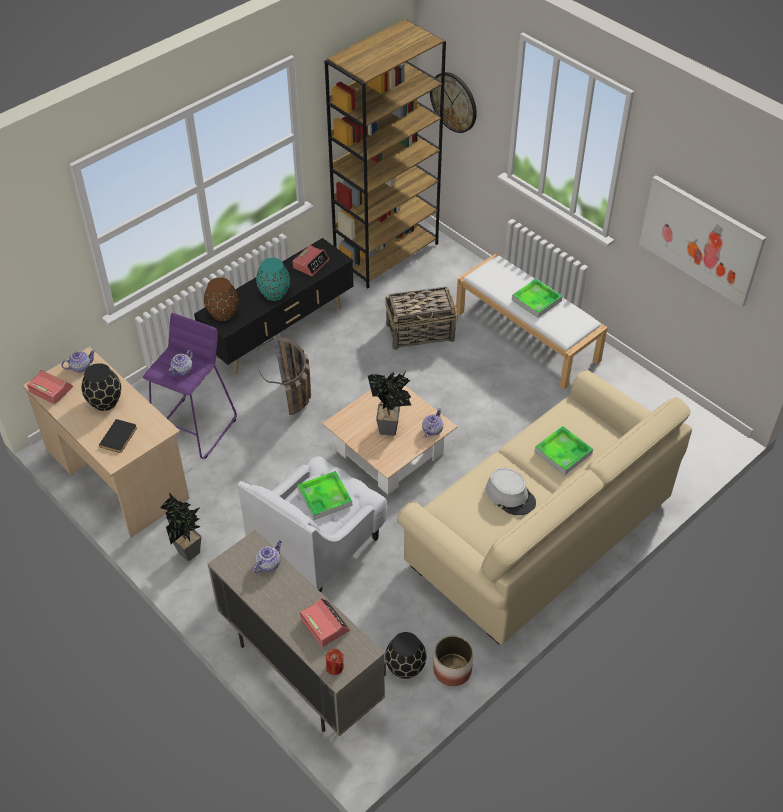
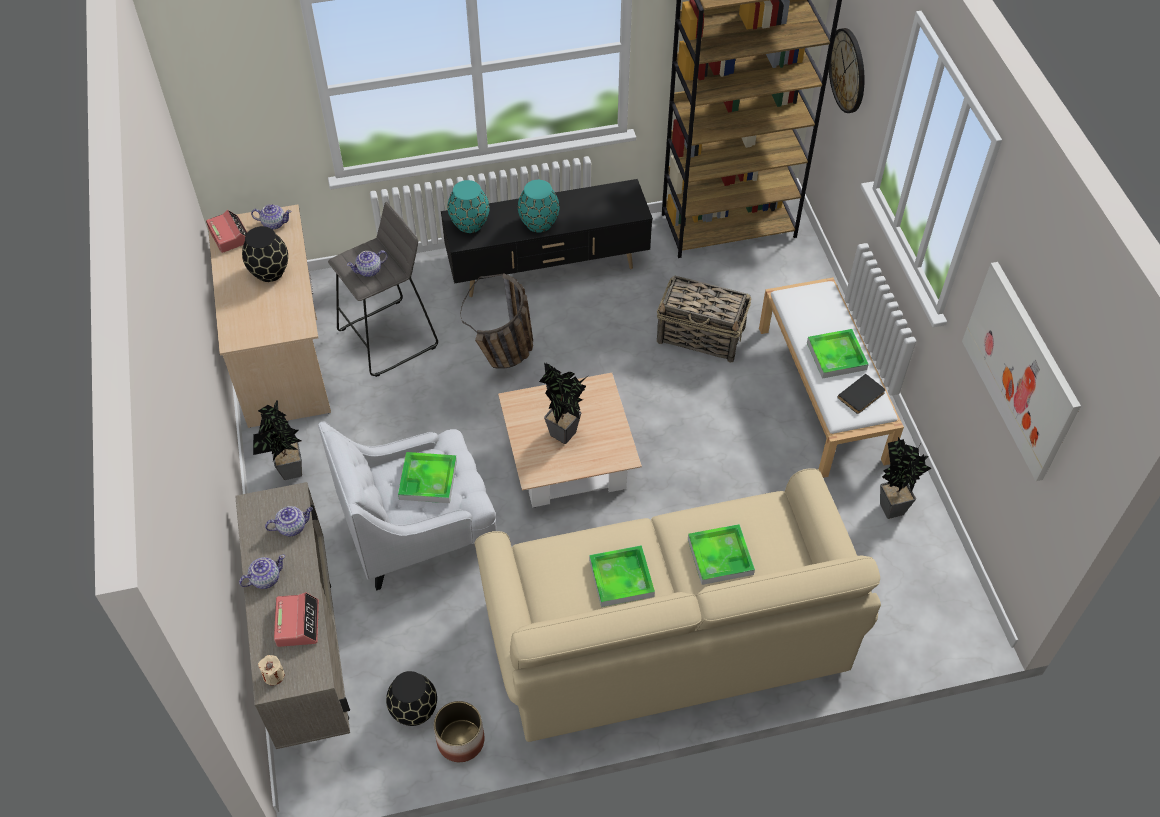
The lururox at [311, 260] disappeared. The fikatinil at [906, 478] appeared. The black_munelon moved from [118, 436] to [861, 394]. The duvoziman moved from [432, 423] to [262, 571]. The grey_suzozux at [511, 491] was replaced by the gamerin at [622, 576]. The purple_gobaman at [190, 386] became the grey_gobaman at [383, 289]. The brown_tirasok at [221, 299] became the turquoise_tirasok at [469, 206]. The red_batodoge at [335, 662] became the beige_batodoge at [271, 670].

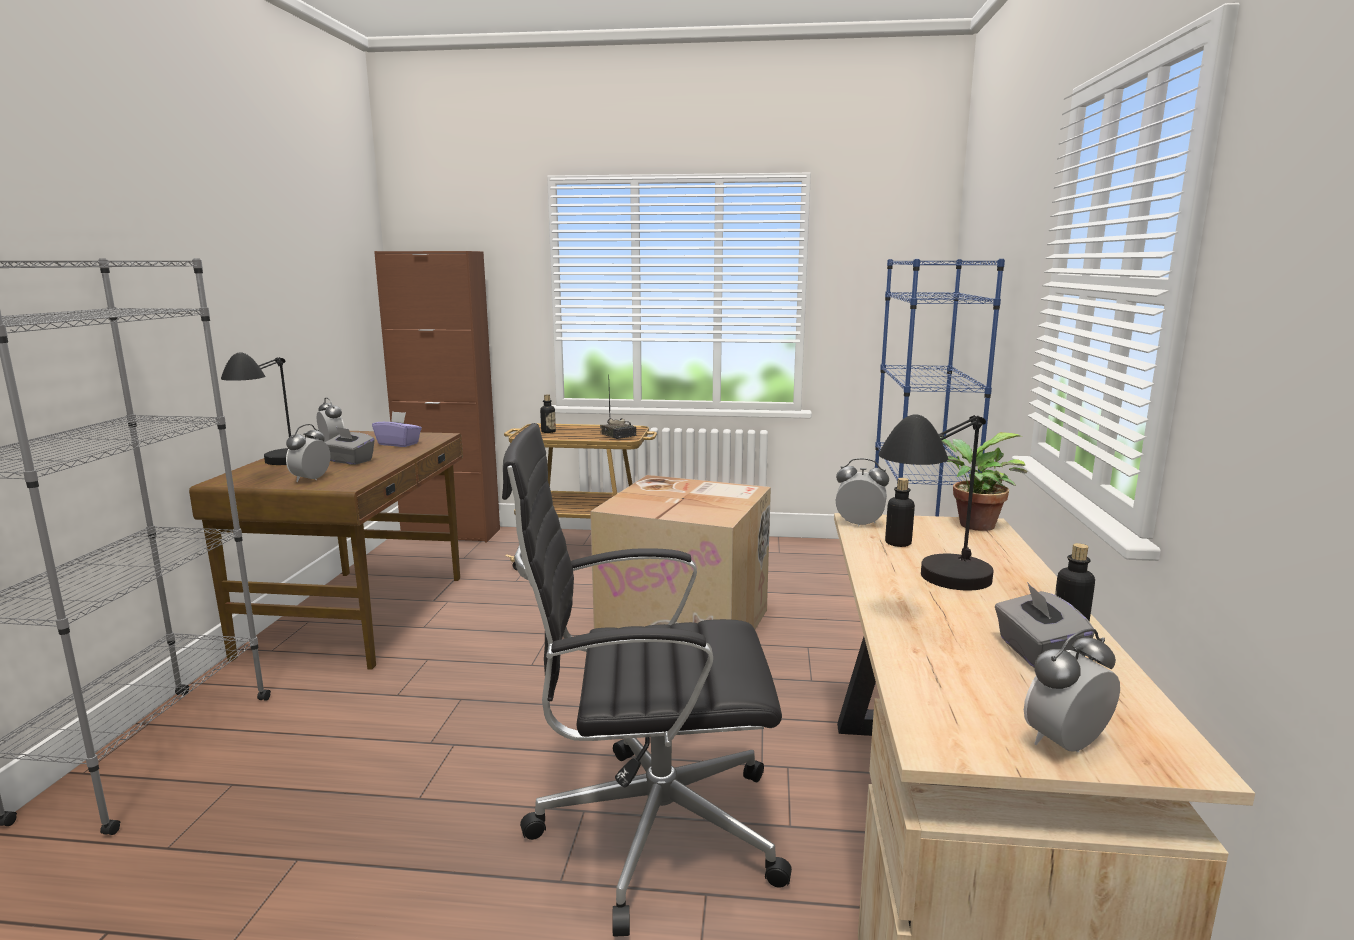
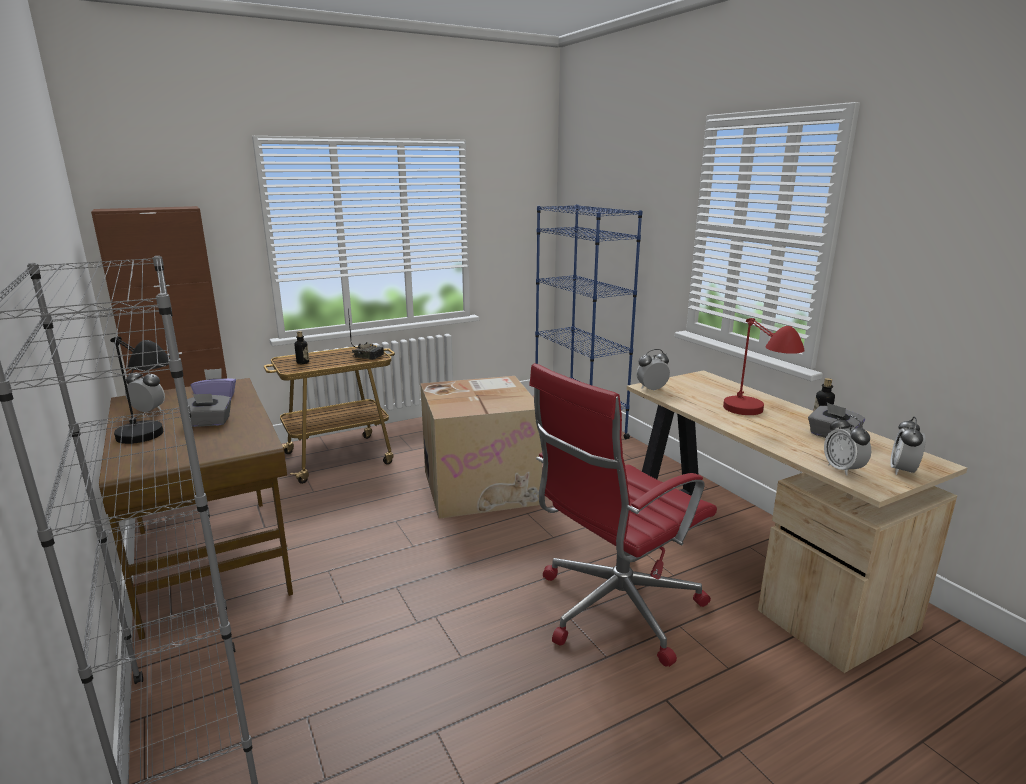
The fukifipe at [900, 512] disappeared. The fikatinil at [984, 481] disappeared. The lururox moved from [308, 453] to [847, 445]. The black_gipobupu at [647, 680] became the red_gipobupu at [623, 515]. The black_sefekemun at [936, 502] became the red_sefekemun at [764, 366].

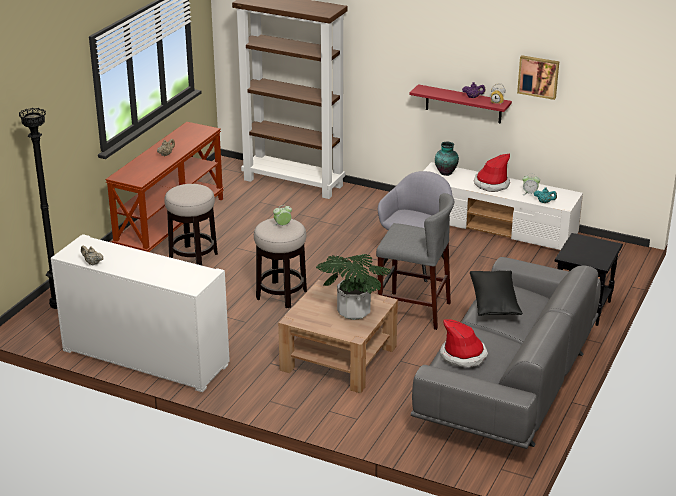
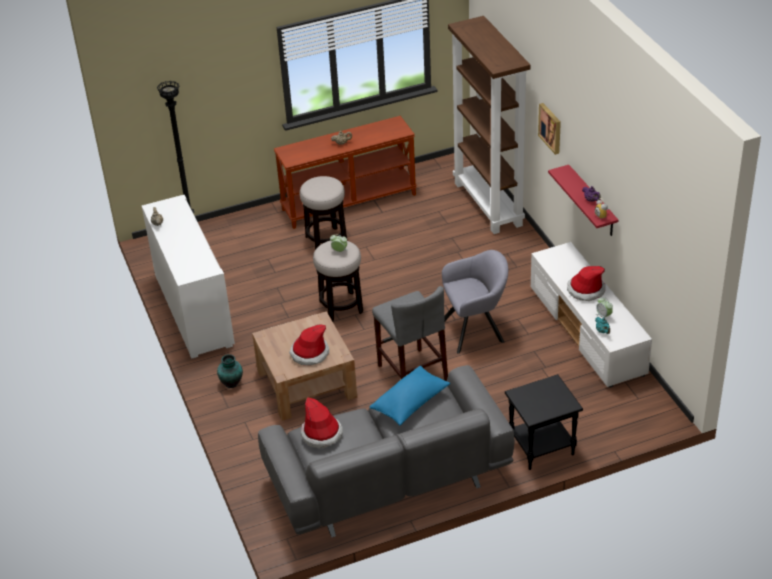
The tirasok moved from [447, 159] to [230, 371]. The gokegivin moved from [538, 77] to [549, 129]. The fikatinil at [353, 287] was replaced by the suzozux at [309, 345]. The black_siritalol at [496, 293] became the blue_siritalol at [409, 396].

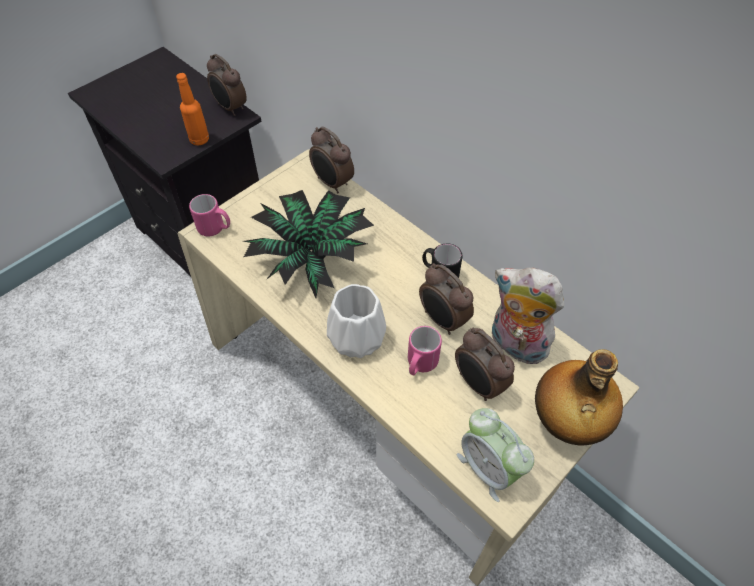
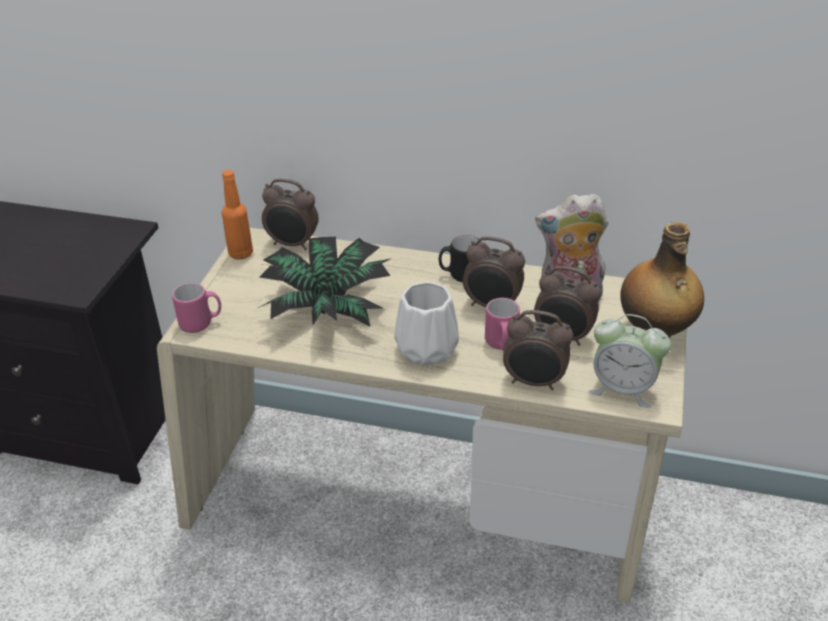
The orange_fukifipe moved from [192, 109] to [237, 215]. The lururox moved from [227, 85] to [538, 350].

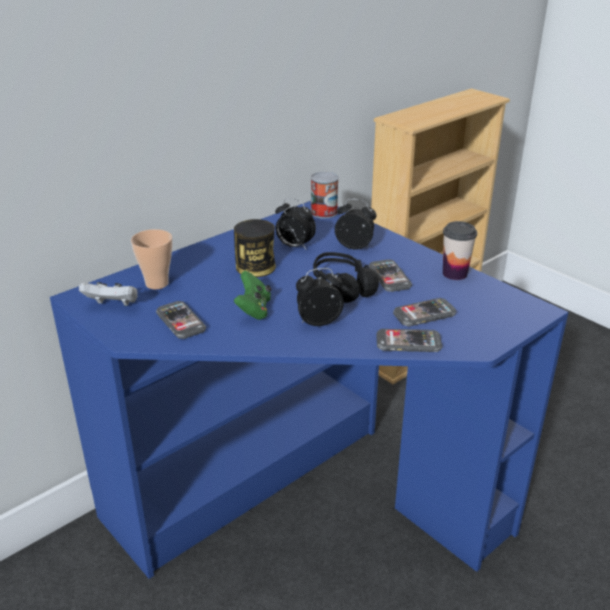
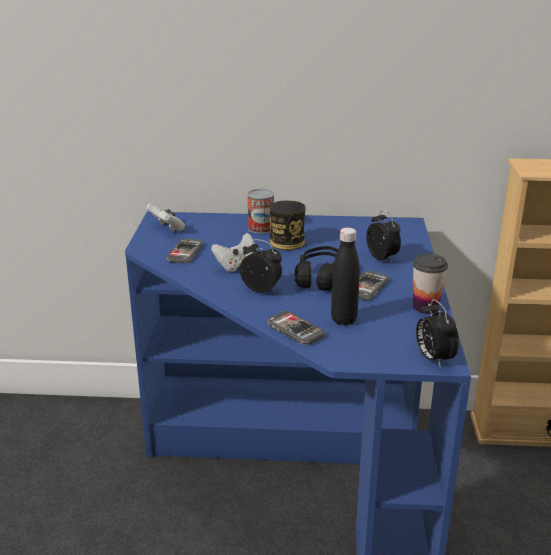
The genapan at [151, 259] disappeared. The lururox moved from [295, 223] to [437, 333]. The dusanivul moved from [325, 195] to [260, 211]. The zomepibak at [424, 312] was replaced by the black_fukifipe at [345, 276]. The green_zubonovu at [252, 295] became the white_zubonovu at [234, 252].

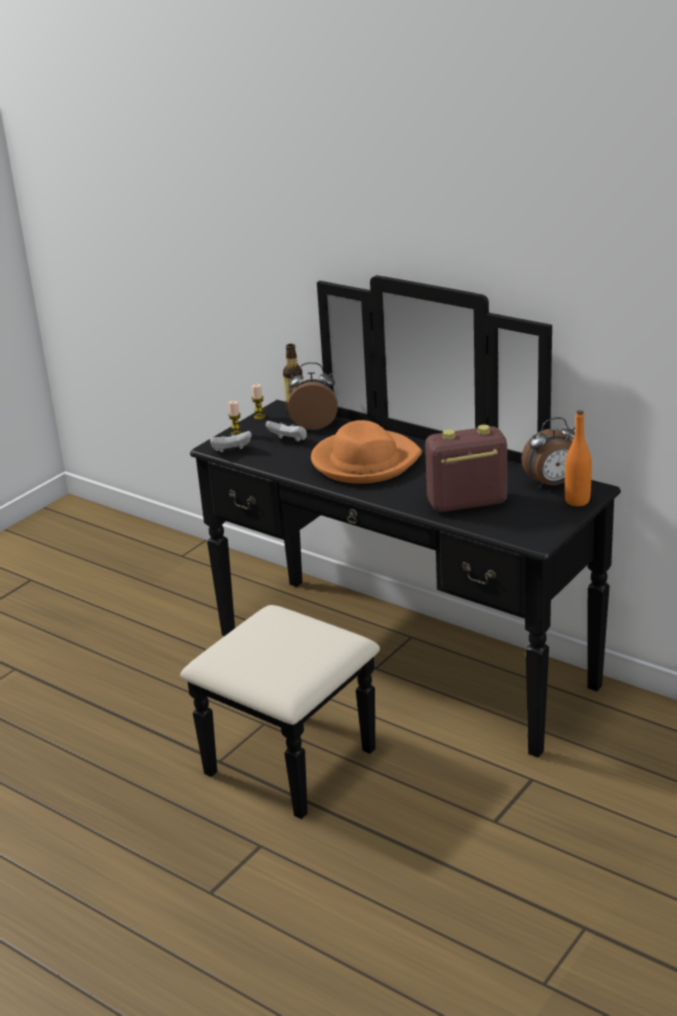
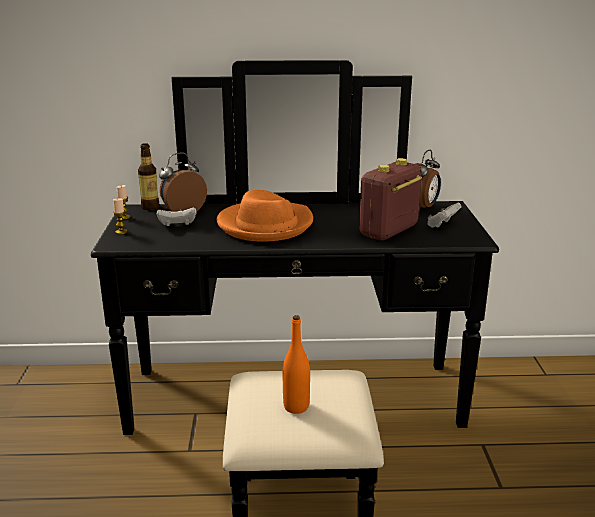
The white_zubonovu moved from [231, 442] to [444, 215]. The orange_fukifipe moved from [578, 458] to [296, 364].

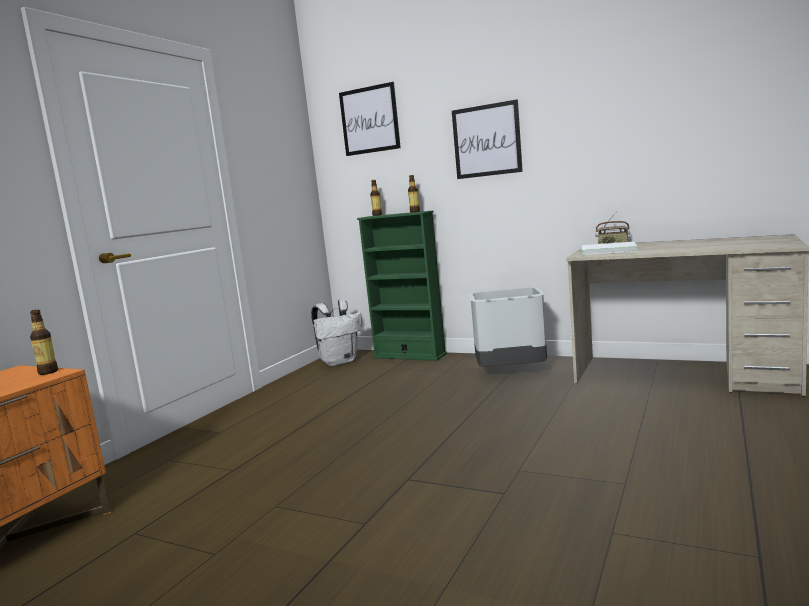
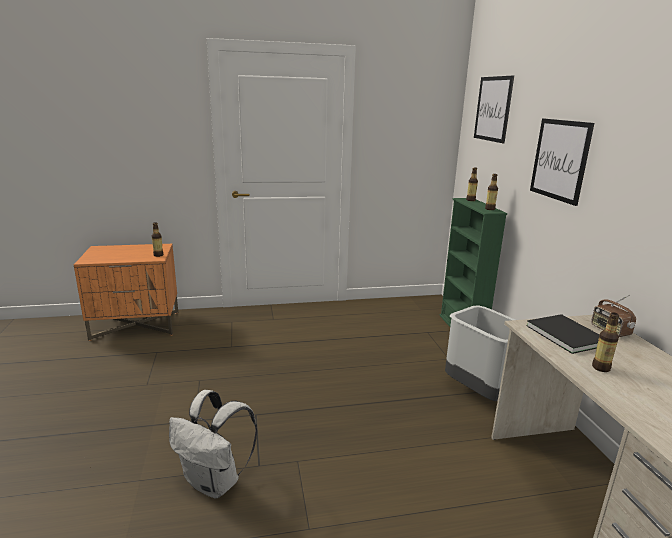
The fukifipe at [606, 342] appeared. The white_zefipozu moved from [336, 333] to [213, 444]. The white_munelon at [609, 248] became the black_munelon at [563, 334].

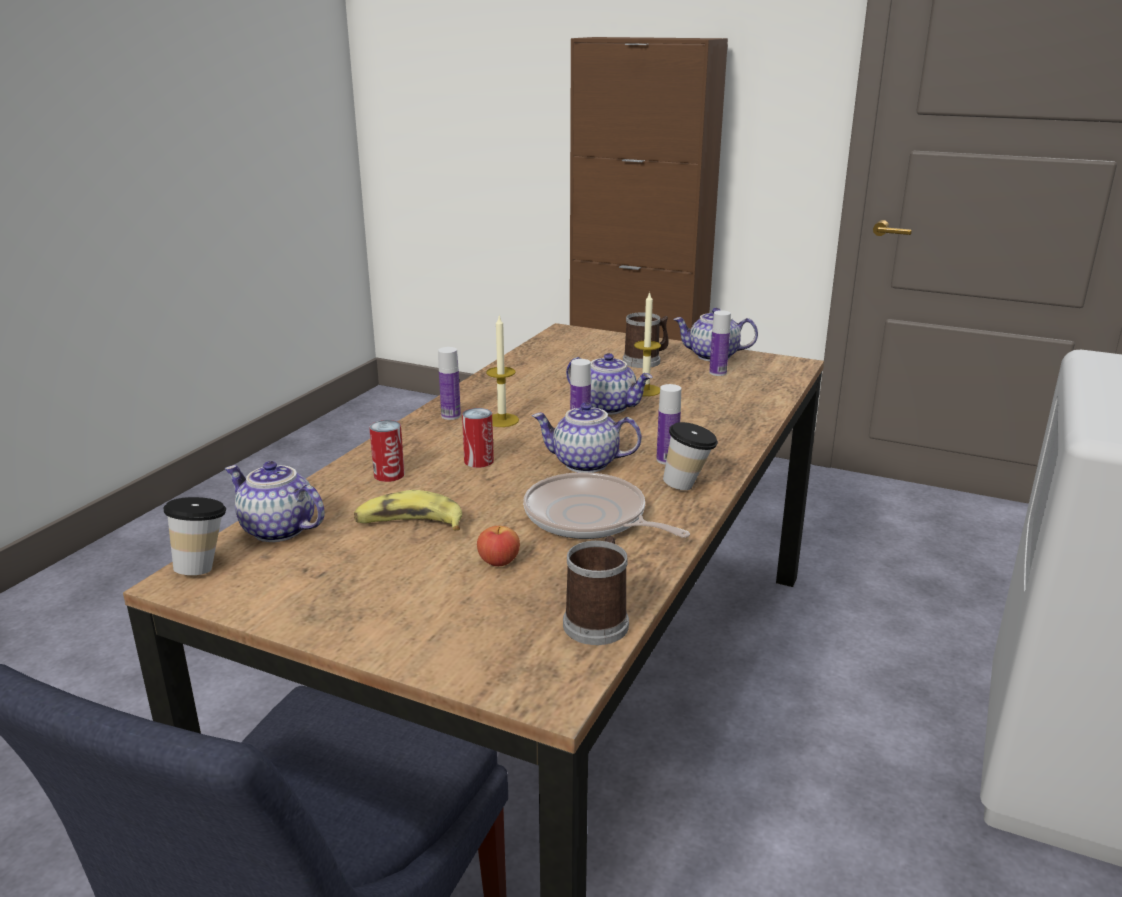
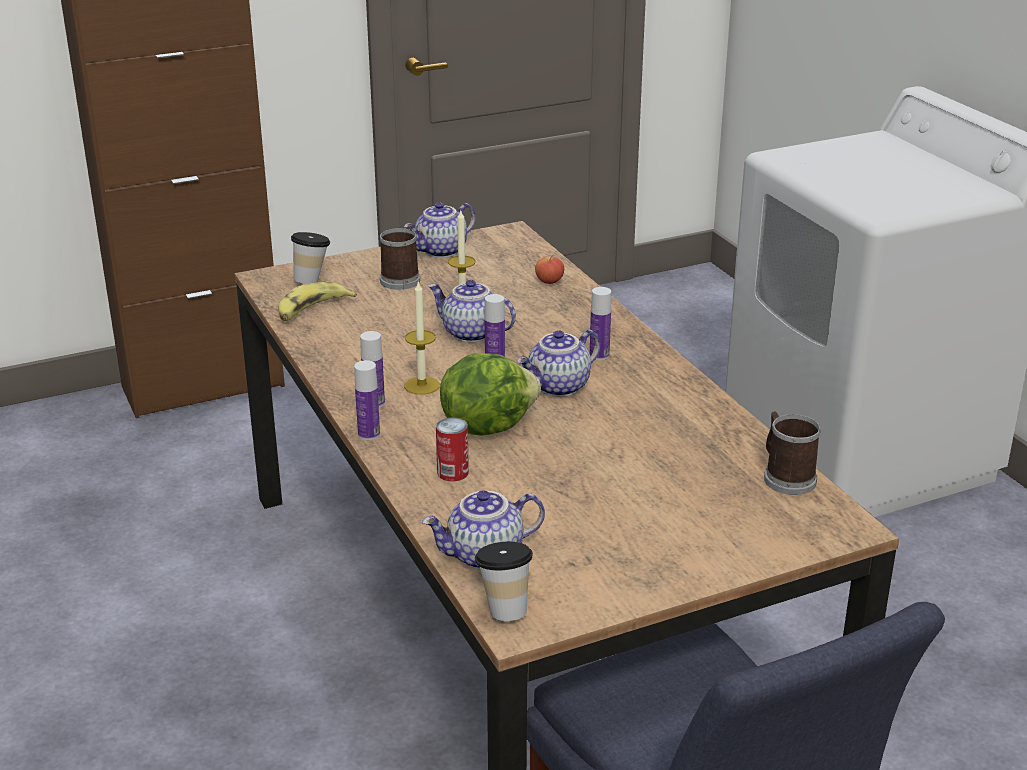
The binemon at [606, 505] disappeared. The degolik moved from [408, 510] to [317, 301]. The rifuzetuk moved from [498, 546] to [549, 269]. The genapan moved from [690, 456] to [310, 258]. The fukifipe moved from [720, 343] to [367, 400]. The dusanivul at [478, 438] was replaced by the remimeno at [490, 394]. The duvoziman at [609, 384] turned 135 degrees counterclockwise.

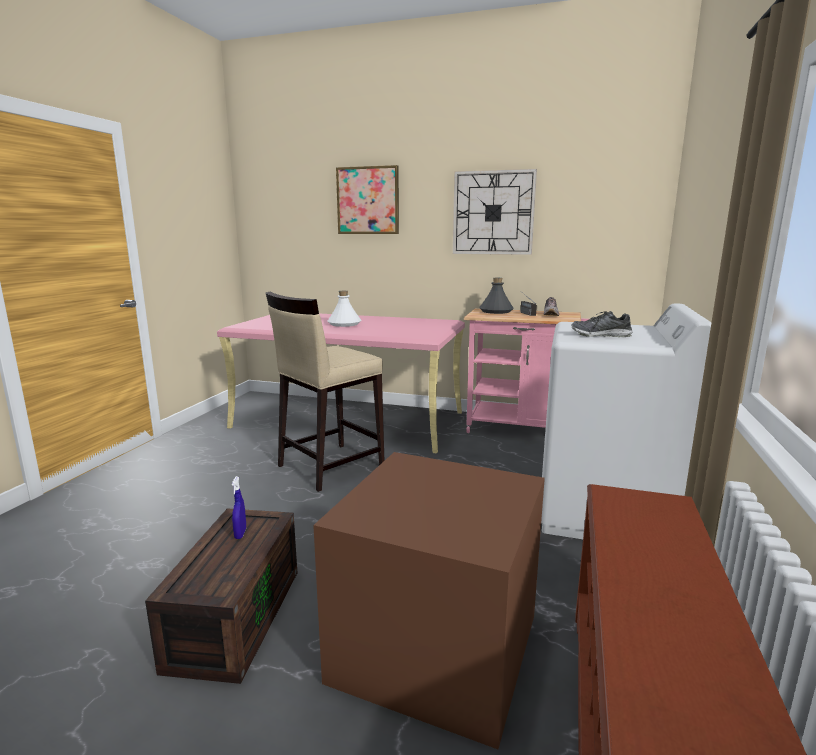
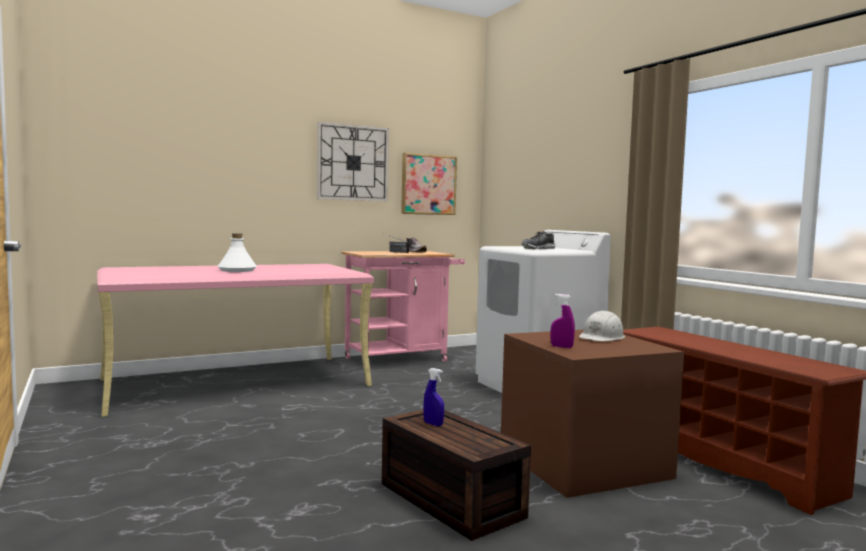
The beige_gobaman at [325, 392] disappeared. The grey_fukifipe at [496, 296] disappeared. The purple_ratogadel at [563, 321] appeared. The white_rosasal at [602, 325] appeared. The gokegivin moved from [367, 199] to [429, 184].

